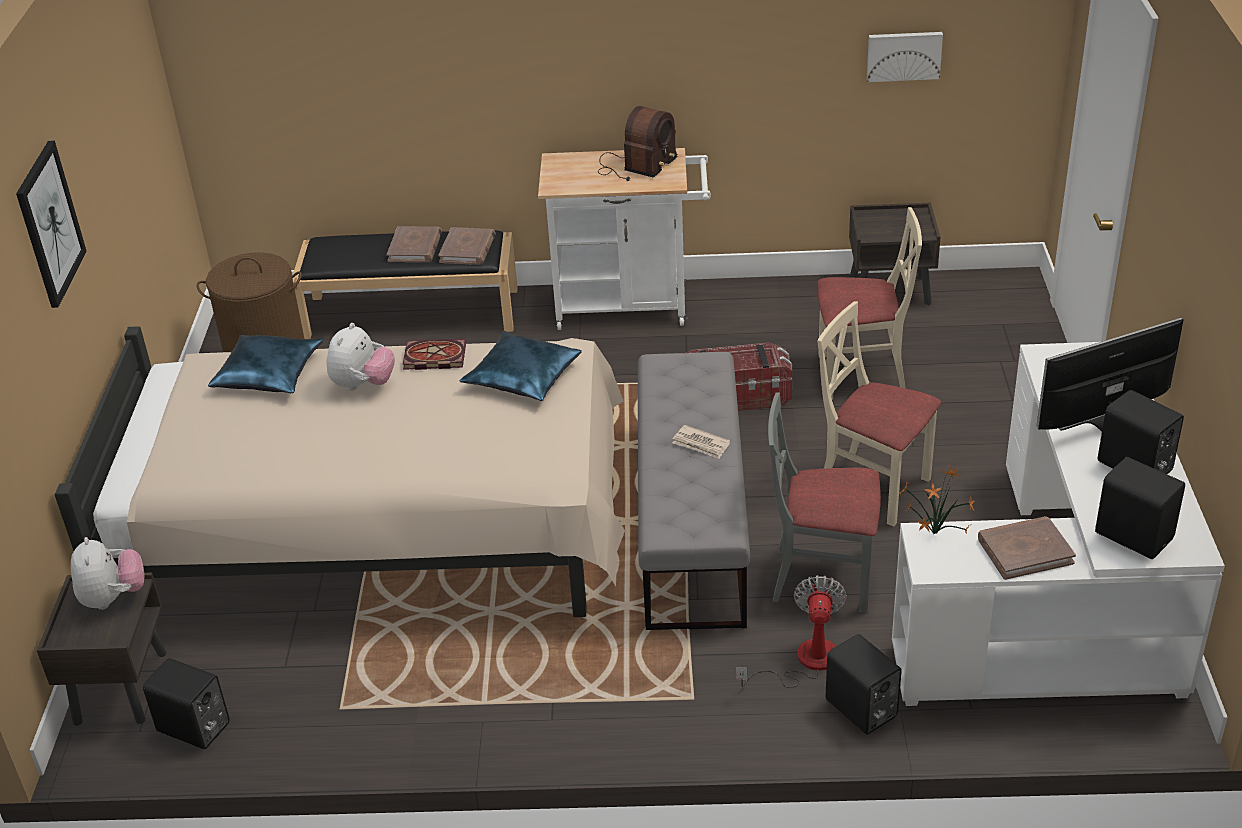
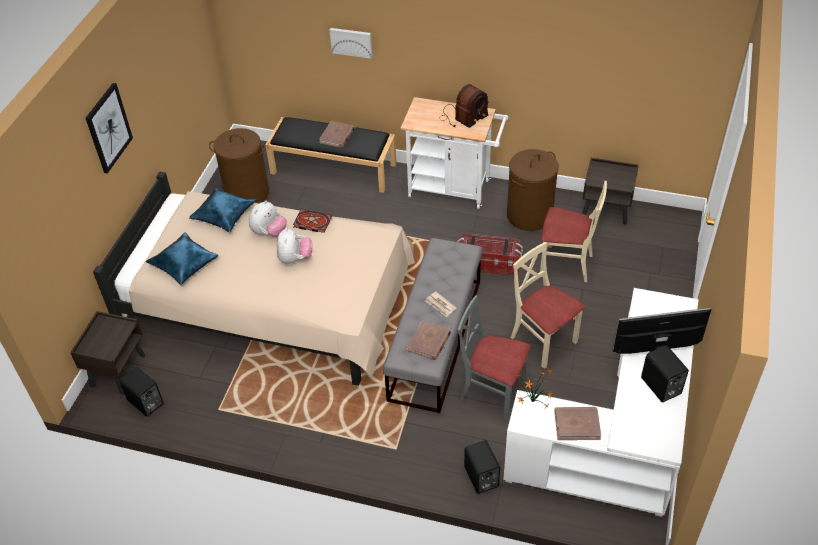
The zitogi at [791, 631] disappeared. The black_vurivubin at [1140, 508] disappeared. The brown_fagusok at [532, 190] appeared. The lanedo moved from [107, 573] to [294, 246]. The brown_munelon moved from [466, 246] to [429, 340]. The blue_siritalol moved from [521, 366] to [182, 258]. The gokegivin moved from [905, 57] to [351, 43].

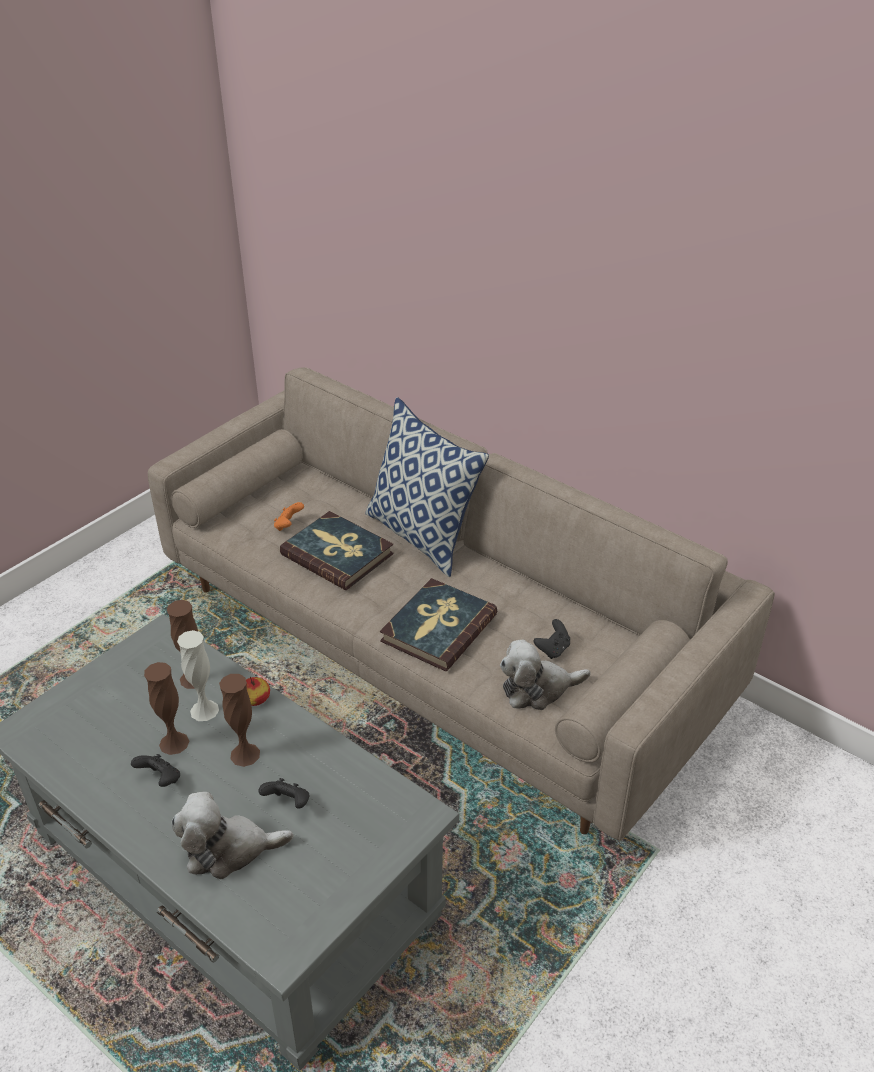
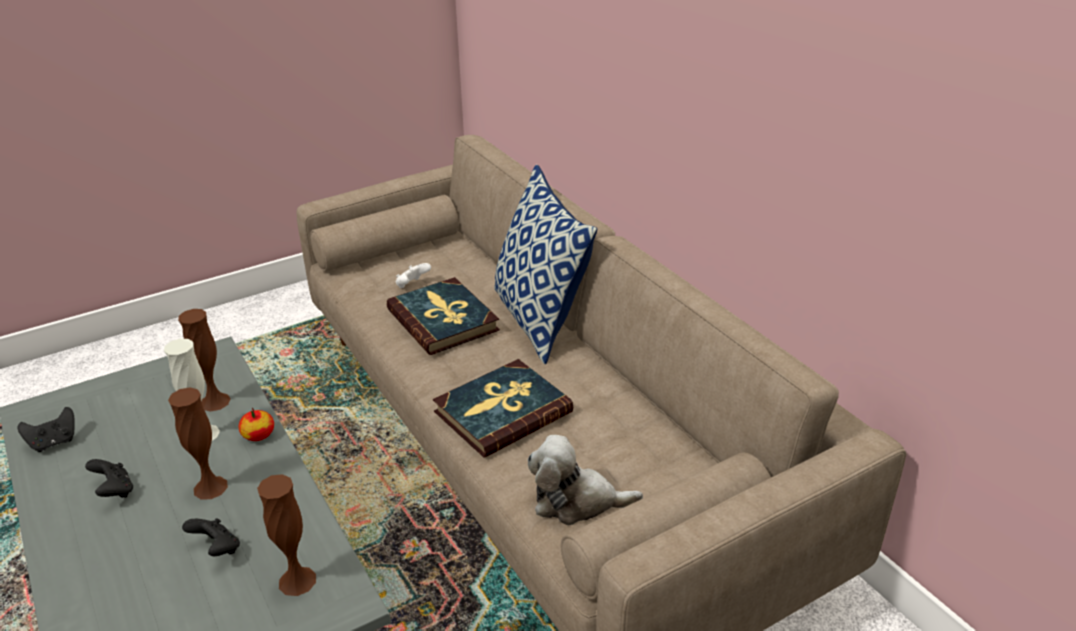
The lanedo at [232, 835] disappeared. The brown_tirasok moved from [166, 708] to [286, 535]. The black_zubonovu moved from [552, 639] to [46, 429]. The orange_zubonovu at [289, 516] became the white_zubonovu at [413, 276].

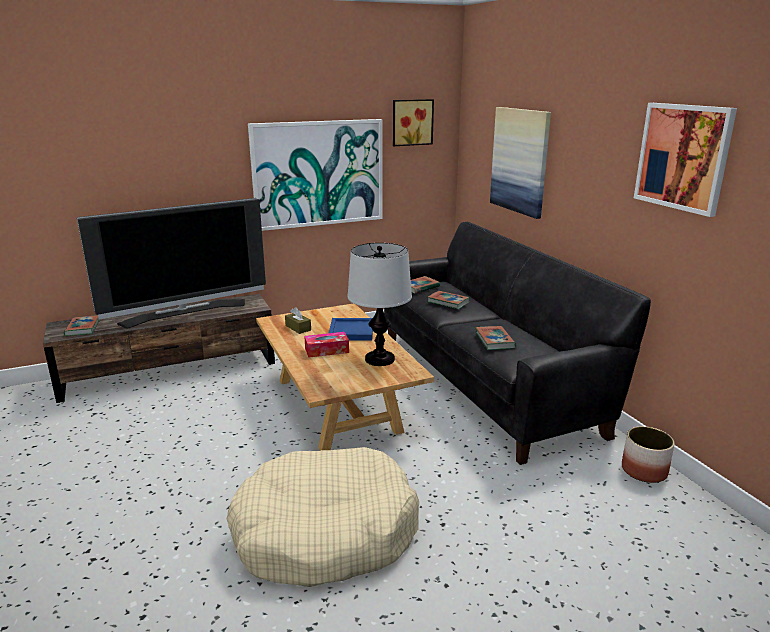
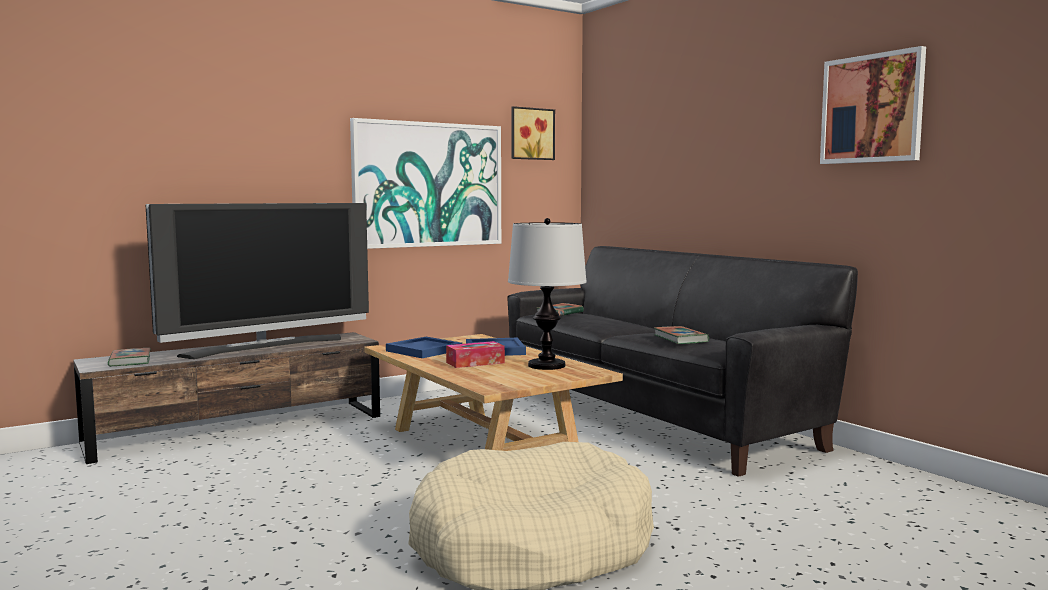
The munelon at [449, 300] disappeared. The gokegivin at [520, 163] disappeared. The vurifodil at [648, 454] disappeared. The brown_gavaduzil at [298, 320] was replaced by the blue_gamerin at [424, 347].

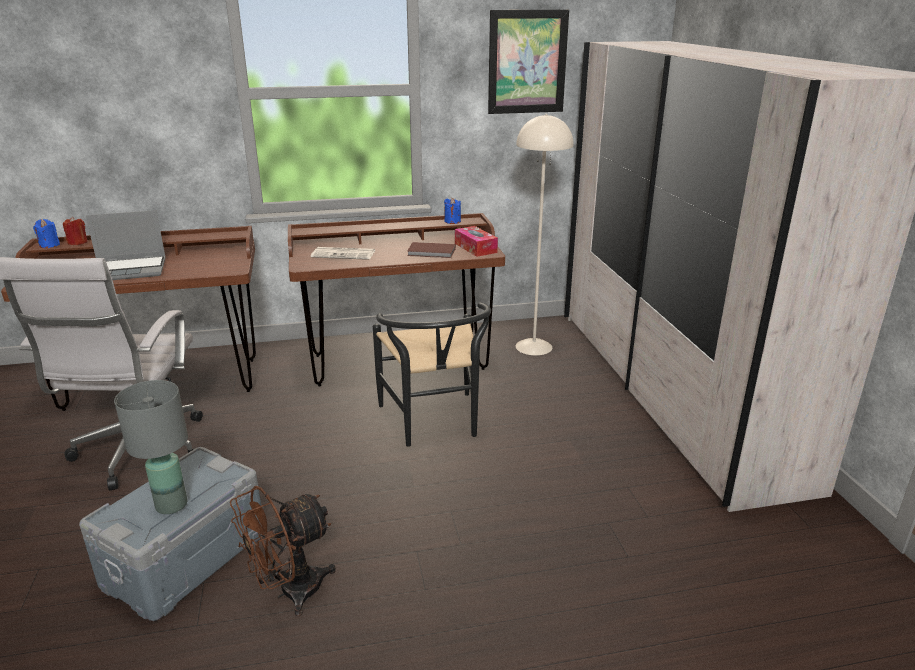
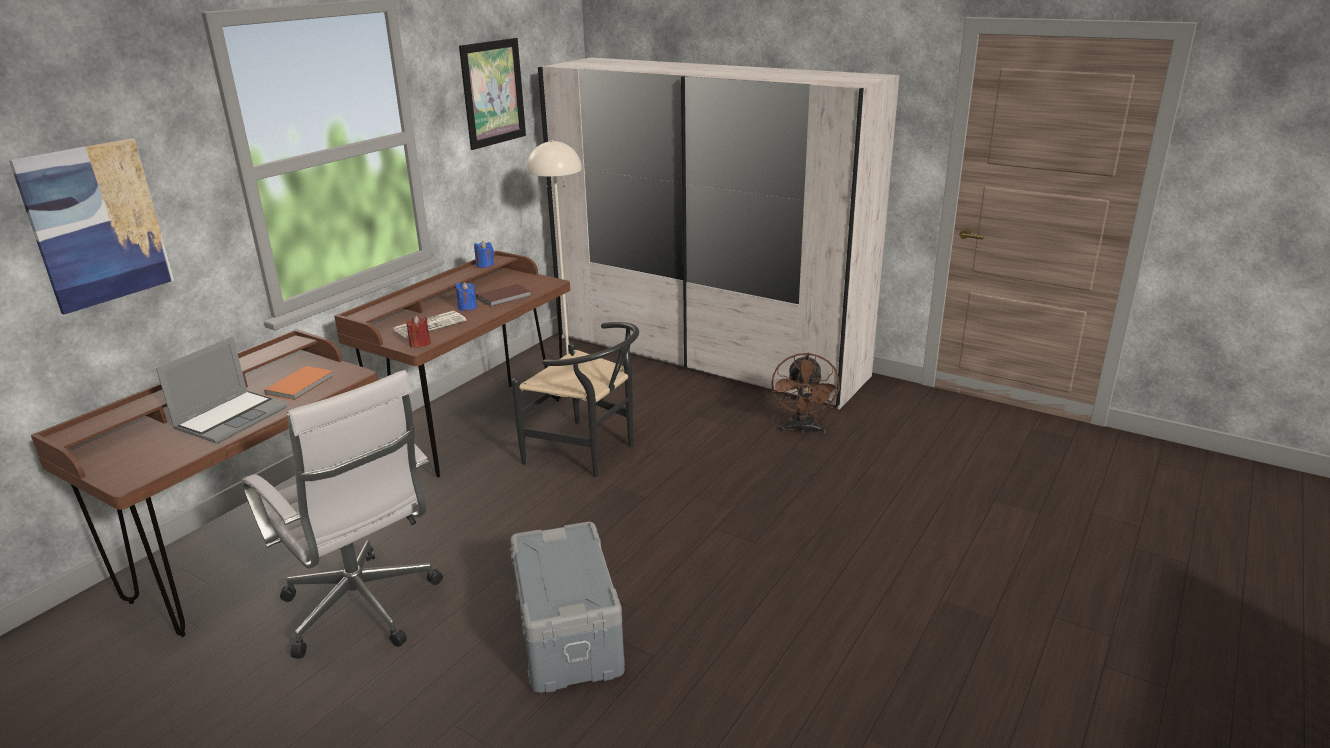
The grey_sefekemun at [151, 447] disappeared. The gavaduzil at [476, 241] disappeared. The gokegivin at [91, 226] appeared. The orange_munelon at [299, 383] appeared. The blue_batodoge moved from [46, 233] to [466, 296]. The red_batodoge moved from [75, 231] to [418, 331]. The brown_zitogi moved from [283, 551] to [805, 393].

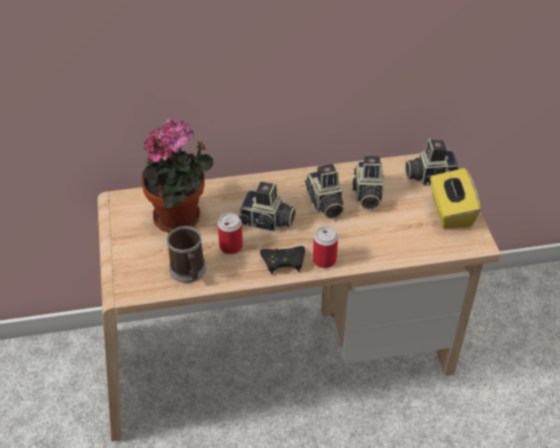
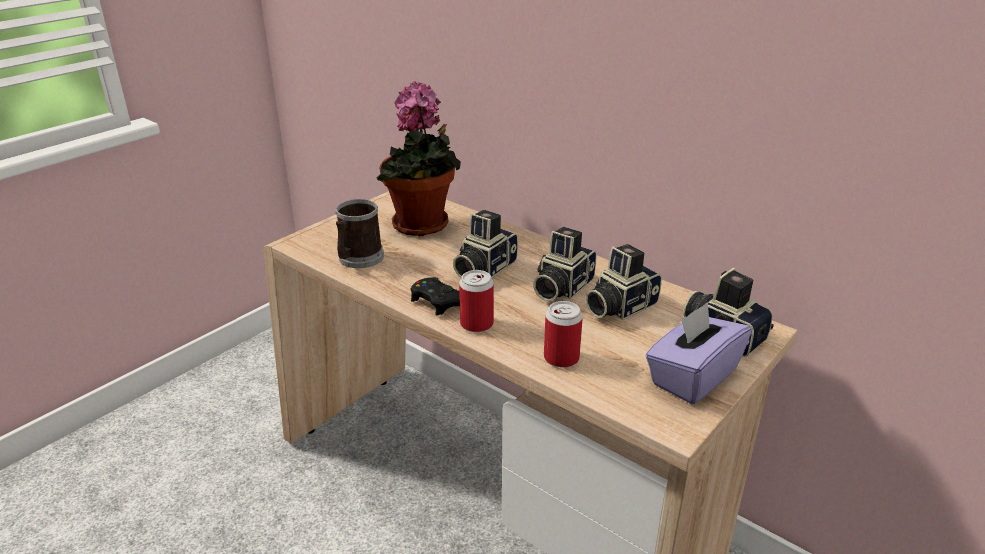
The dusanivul moved from [230, 233] to [563, 334]. The yellow_gavaduzil at [455, 198] became the purple_gavaduzil at [698, 353]. The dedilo at [267, 207] turned 60 degrees clockwise.

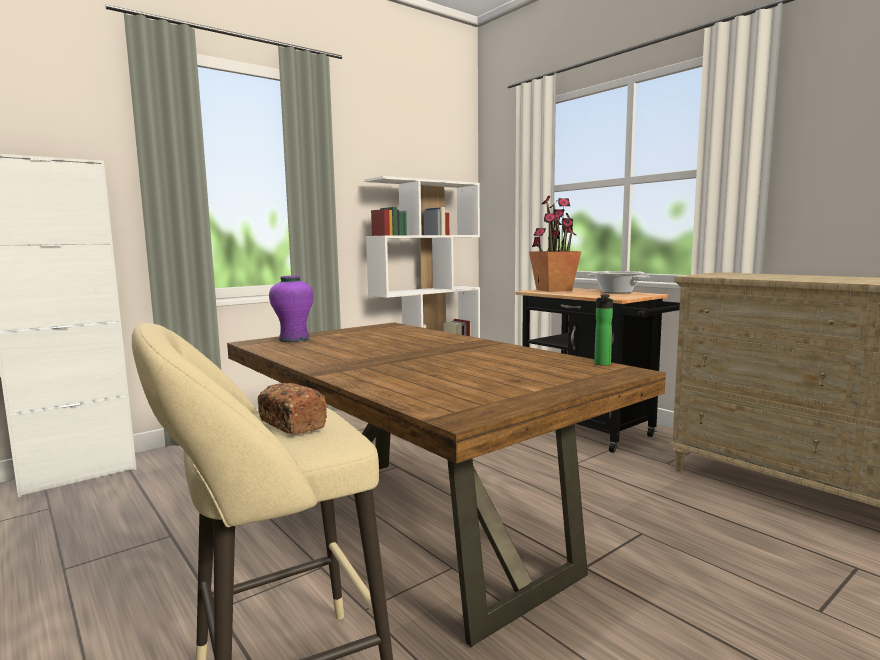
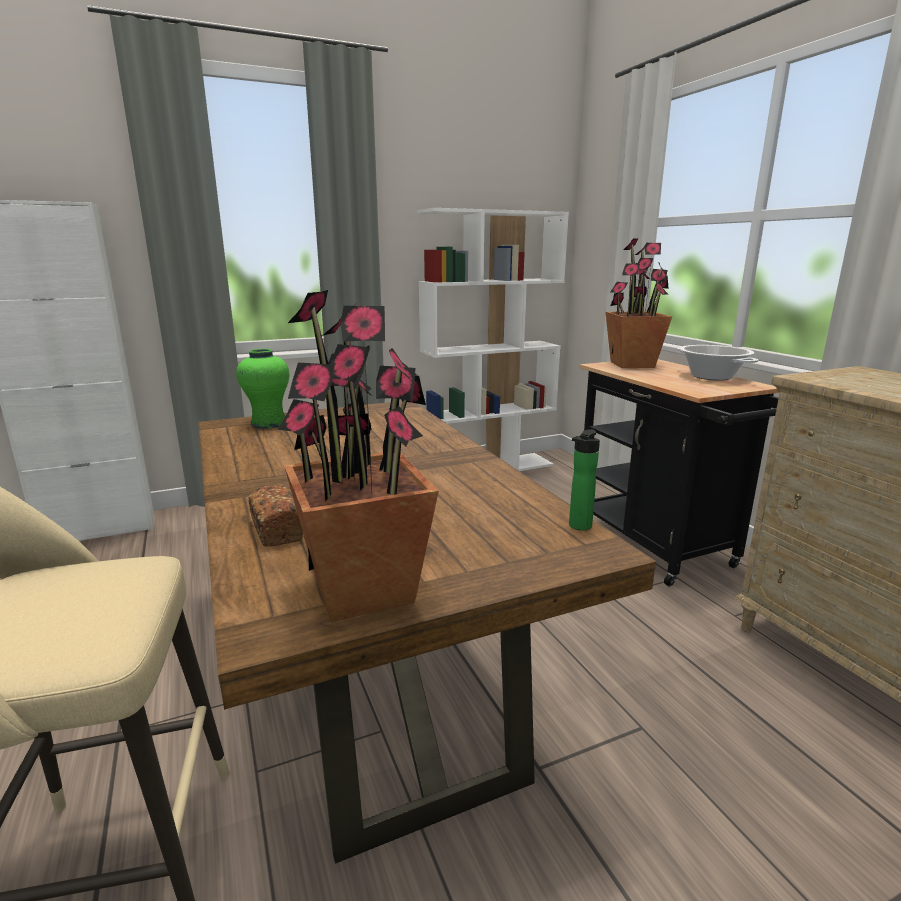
The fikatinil at [358, 456] appeared. The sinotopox moved from [292, 408] to [275, 516]. The purple_tirasok at [291, 308] became the green_tirasok at [262, 389].

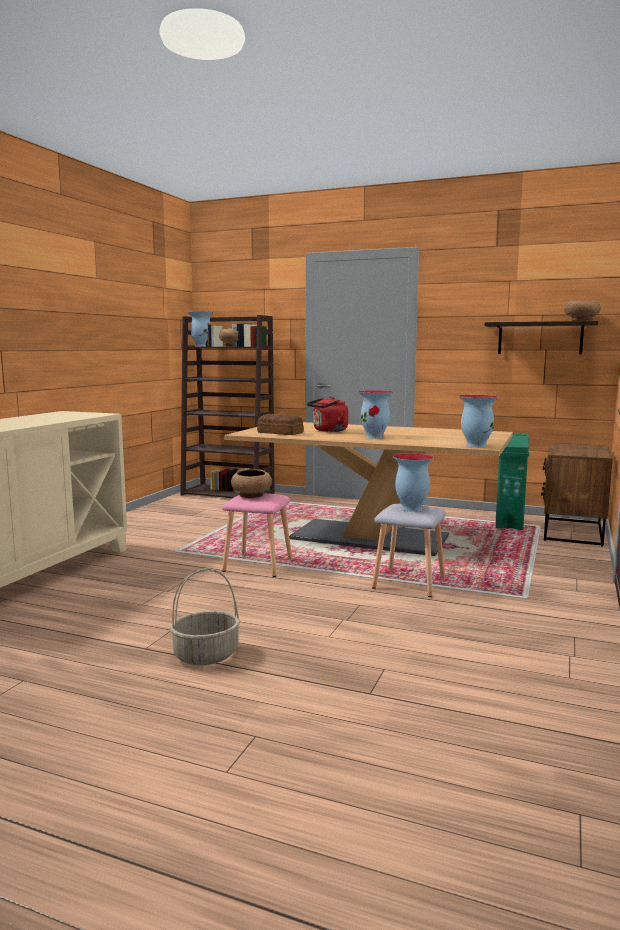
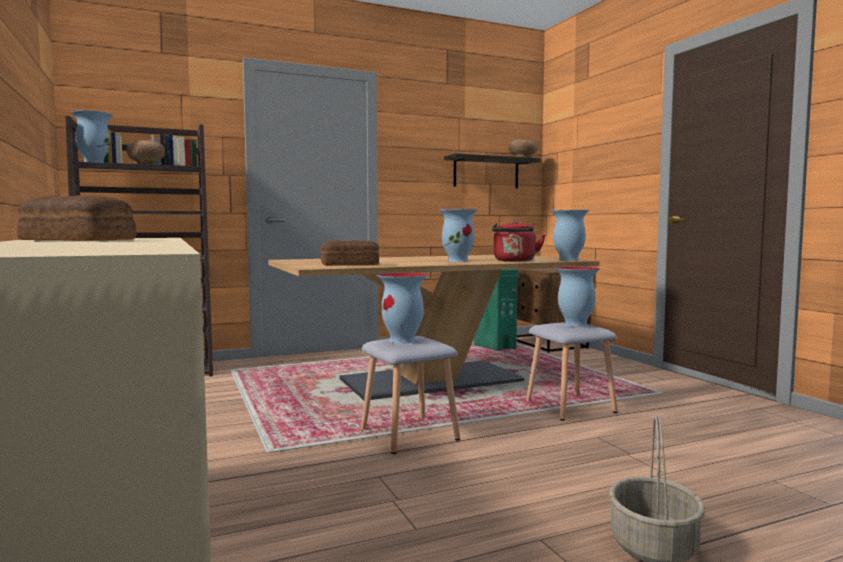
The sinotopox at [76, 218] appeared. The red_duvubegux moved from [327, 414] to [518, 241]. The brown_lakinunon at [251, 483] was replaced by the tirasok at [402, 308]. The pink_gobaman at [257, 535] became the grey_gobaman at [410, 395].

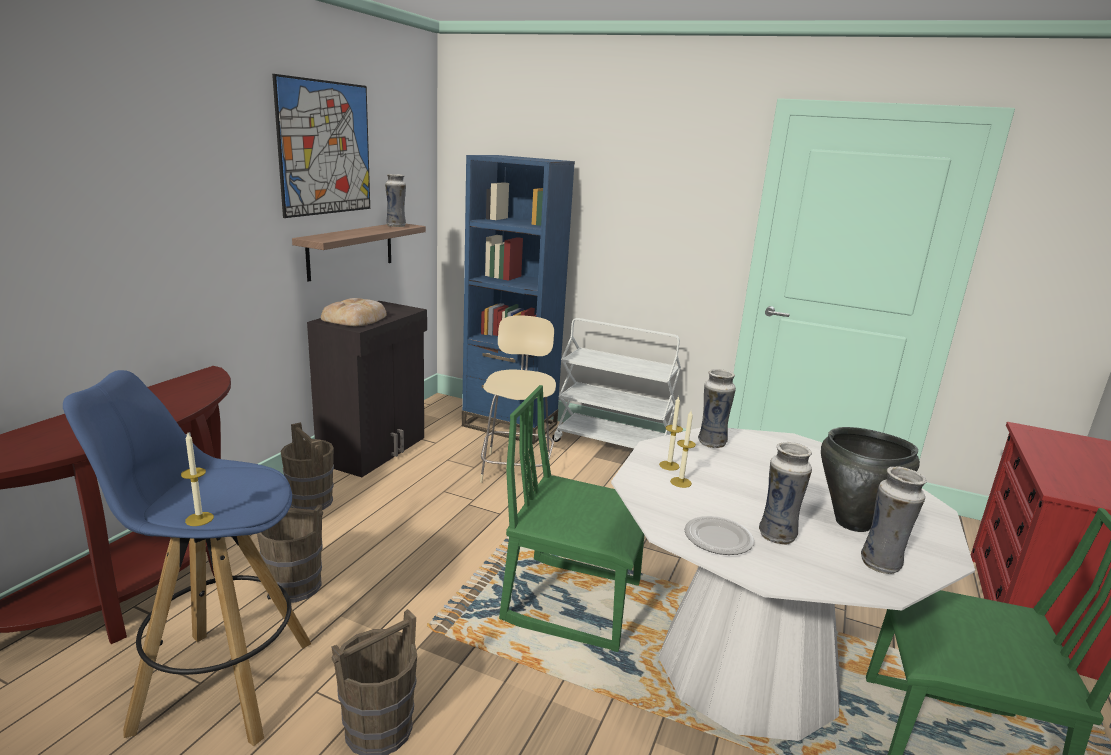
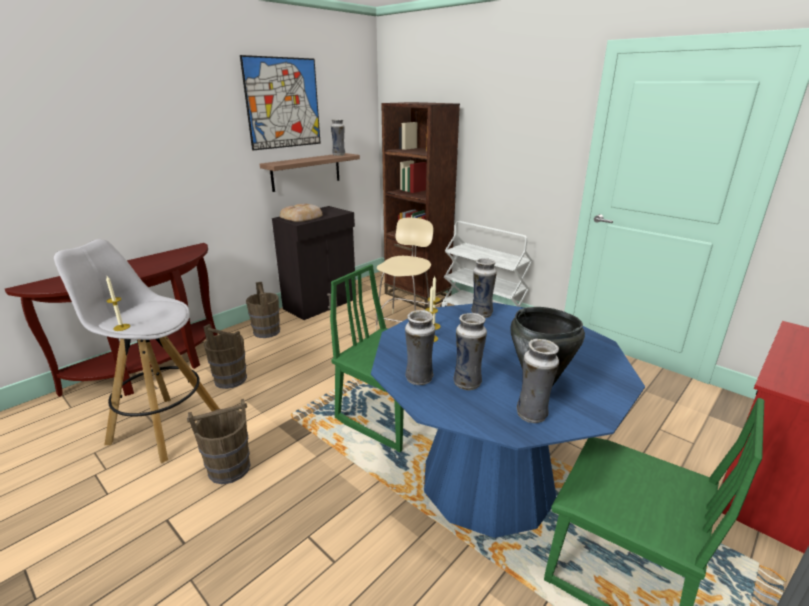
The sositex at [719, 535] was replaced by the tirasok at [420, 347]. The blue_gobaman at [187, 558] became the white_gobaman at [137, 351]. The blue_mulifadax at [518, 299] became the brown_mulifadax at [420, 205]. The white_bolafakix at [793, 584] became the blue_bolafakix at [508, 420].

